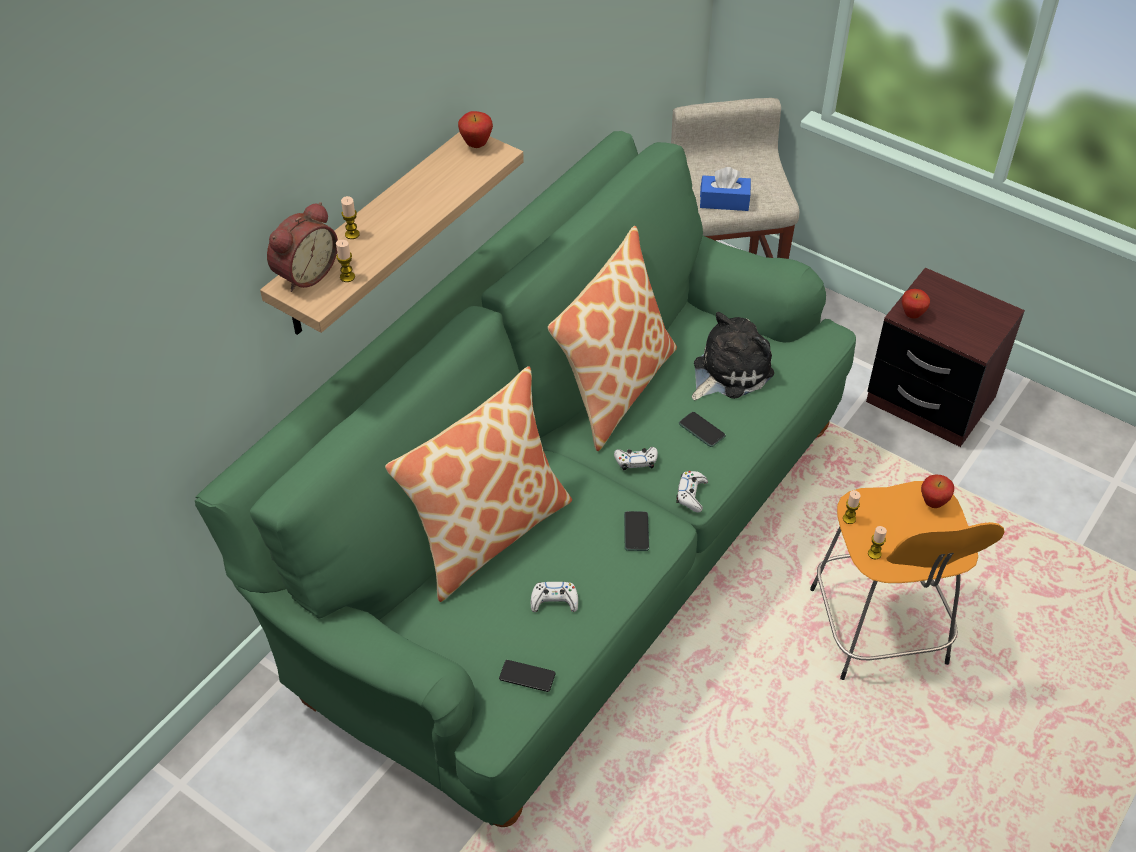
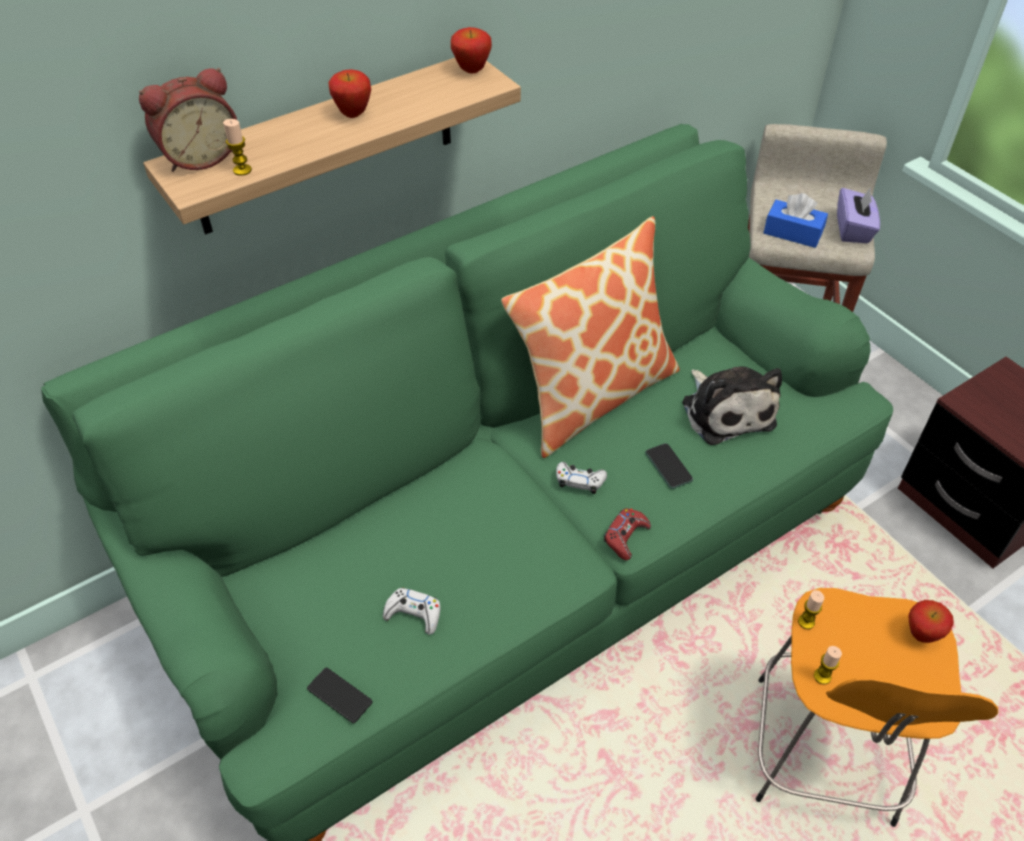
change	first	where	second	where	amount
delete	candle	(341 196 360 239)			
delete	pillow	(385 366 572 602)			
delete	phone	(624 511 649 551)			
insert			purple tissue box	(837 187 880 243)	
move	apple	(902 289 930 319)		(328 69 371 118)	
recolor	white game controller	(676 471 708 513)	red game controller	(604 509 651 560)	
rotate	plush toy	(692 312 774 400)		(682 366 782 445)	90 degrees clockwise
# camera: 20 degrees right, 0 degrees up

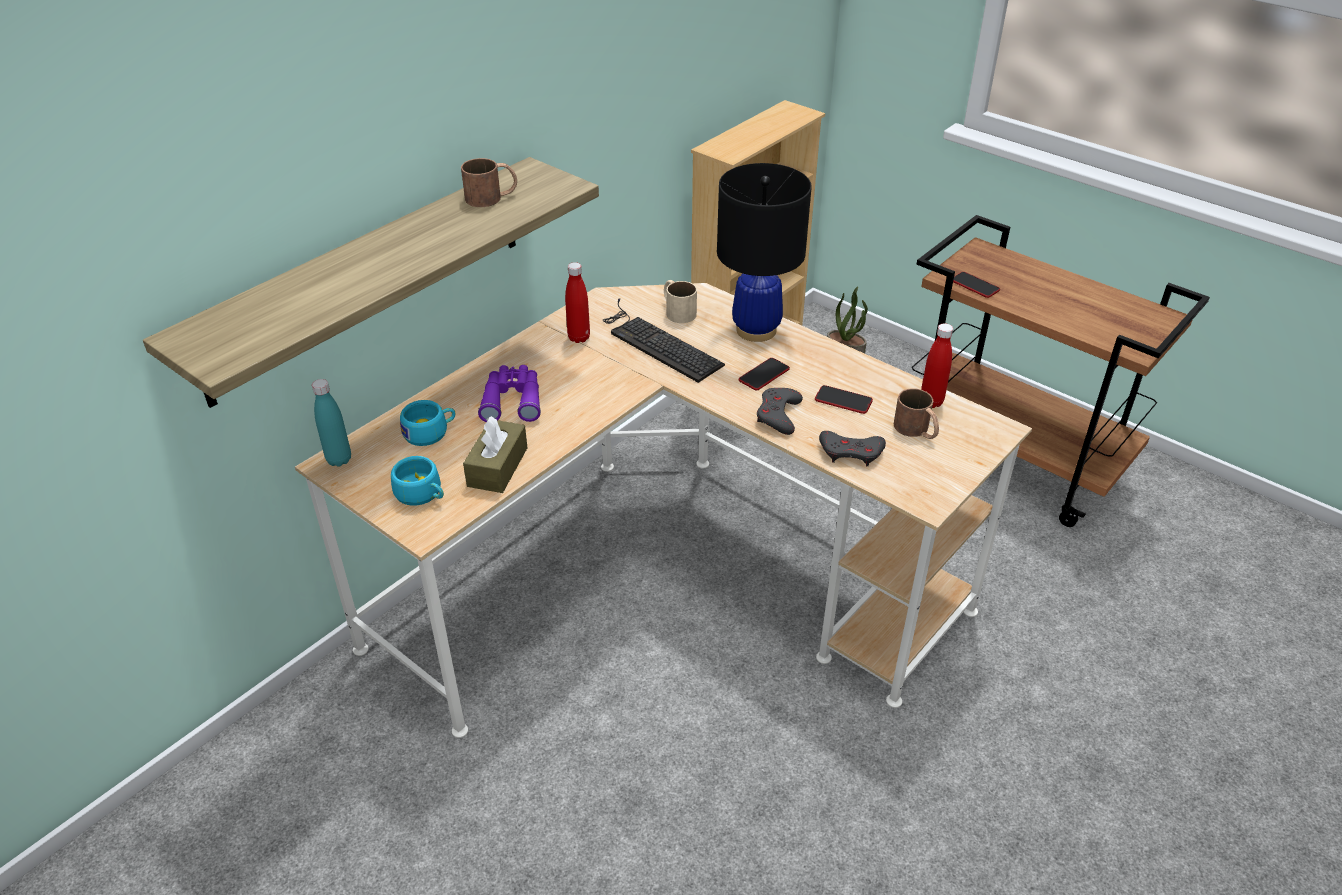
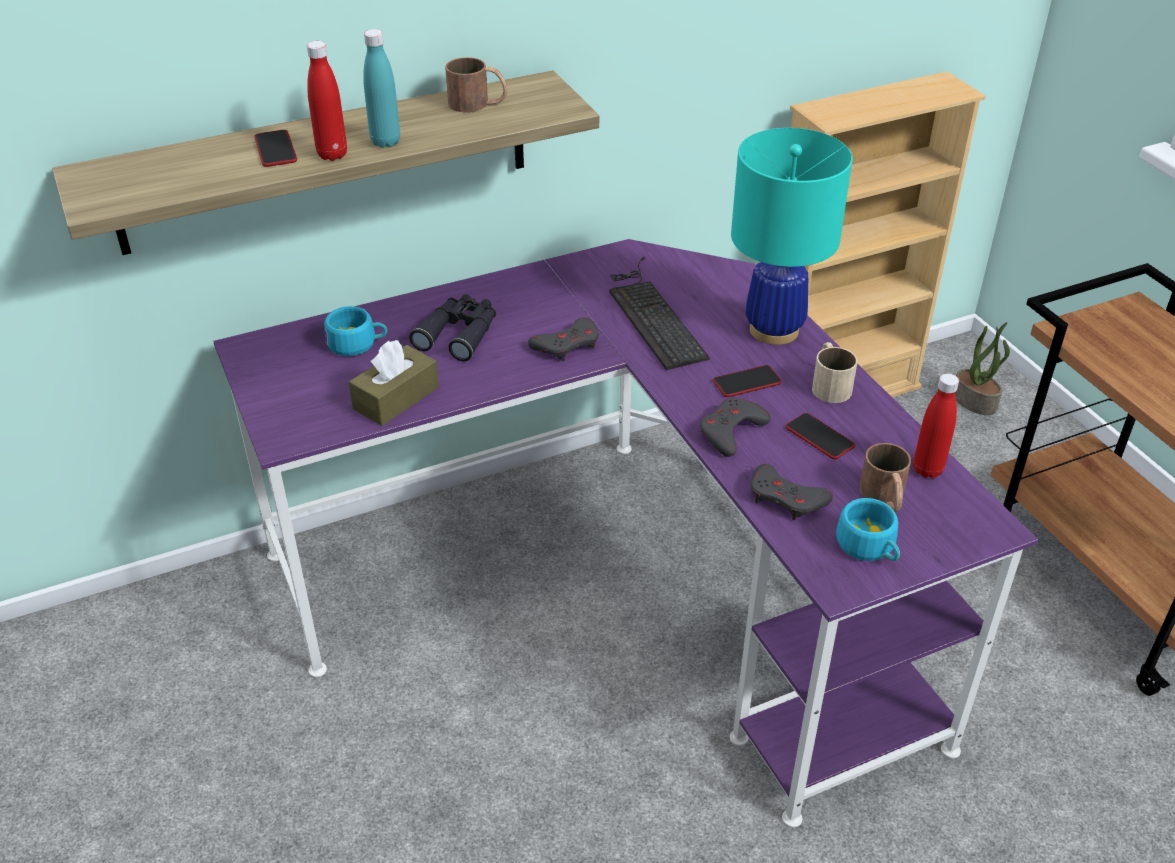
change	first	where	second	where	amount
insert			grey game controller	(528 317 599 361)	
move	turquoise bottle	(312 379 351 467)		(363 29 400 148)	
move	turquoise cup	(391 456 444 506)		(836 498 900 561)	
move	red bottle	(565 262 590 343)		(307 41 347 161)	
move	beige mug	(664 280 697 323)		(812 342 857 403)	
move	phone	(953 272 1000 298)		(254 130 297 167)	
recolor	beige desk	(295 283 1032 738)	purple desk	(213 239 1038 828)	
recolor	purple binoculars	(478 365 541 422)	black binoculars	(409 294 496 361)	
recolor	black table lamp	(717 163 812 342)	turquoise table lamp	(731 128 853 345)	
# camera: 25 degrees right, 0 degrees up

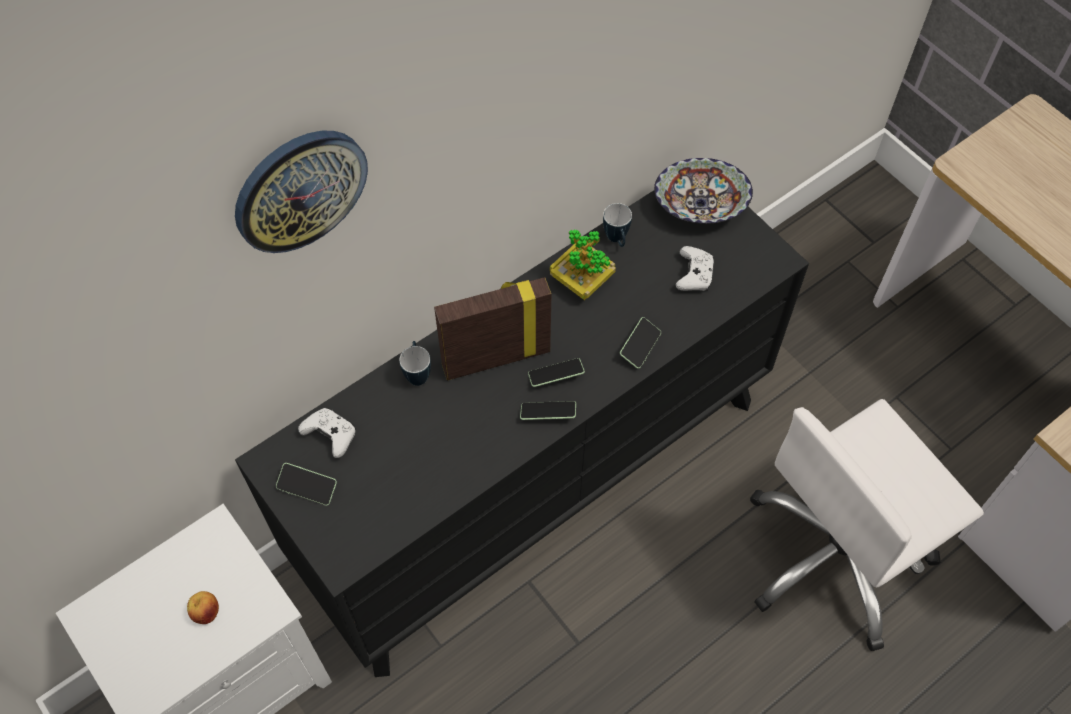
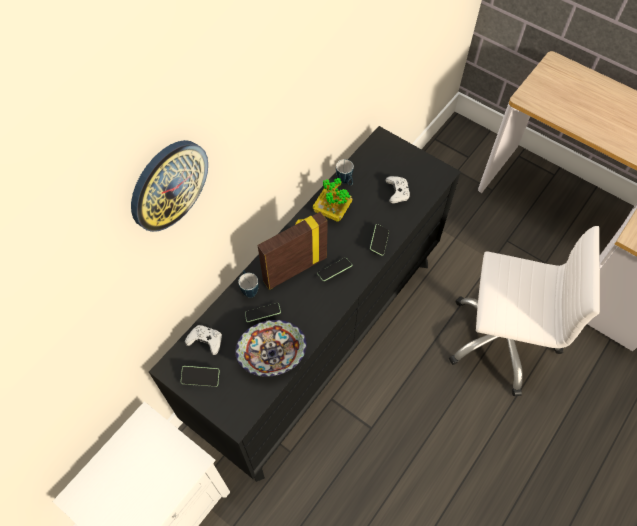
change	first	where	second	where	amount
delete	apple	(187 591 219 624)			
move	phone	(520 401 576 420)		(245 303 281 322)	
move	bowl	(654 158 753 224)		(235 320 307 377)	
rotate	white office chair	(750 399 984 651)		(449 226 600 396)	120 degrees counterclockwise
# camera: 15 degrees left, 0 degrees up

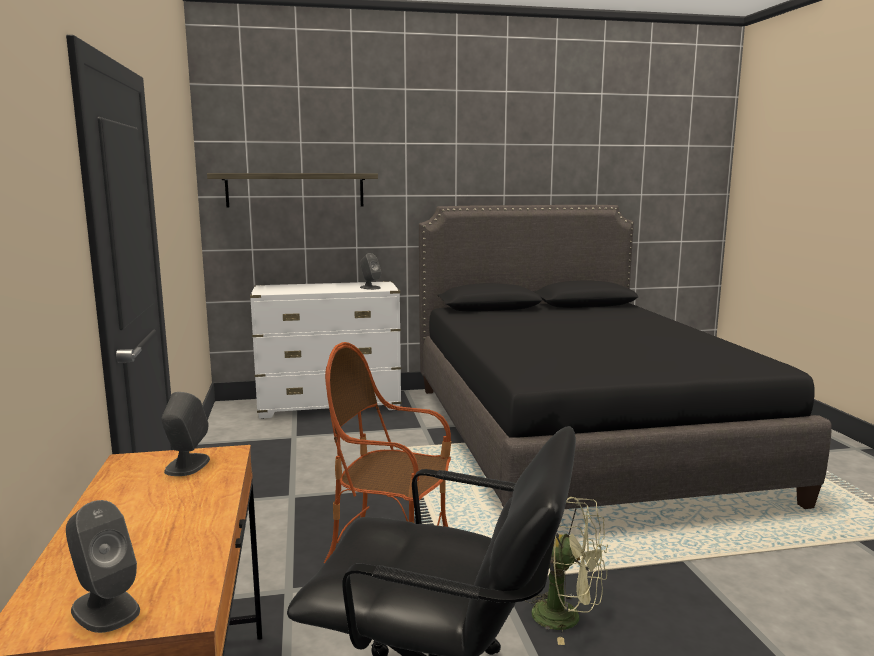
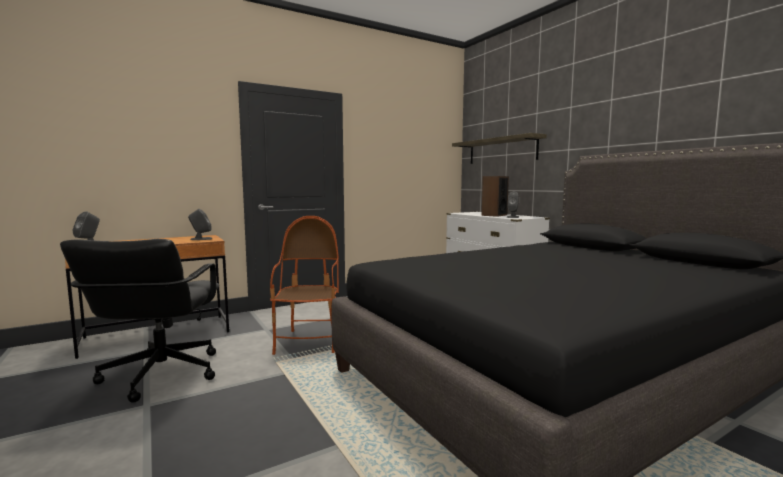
change	first	where	second	where	amount
delete	green fan	(525 497 608 645)			
insert			speaker	(482 176 509 217)	
# camera: 70 degrees right, 5 degrees down

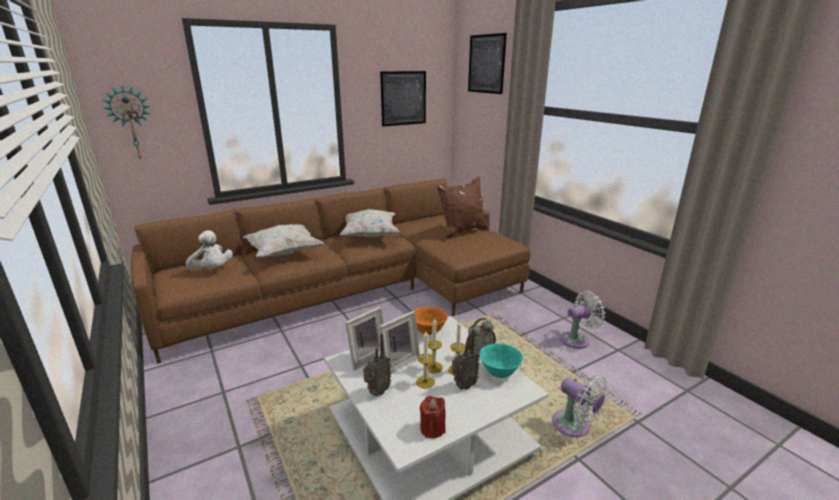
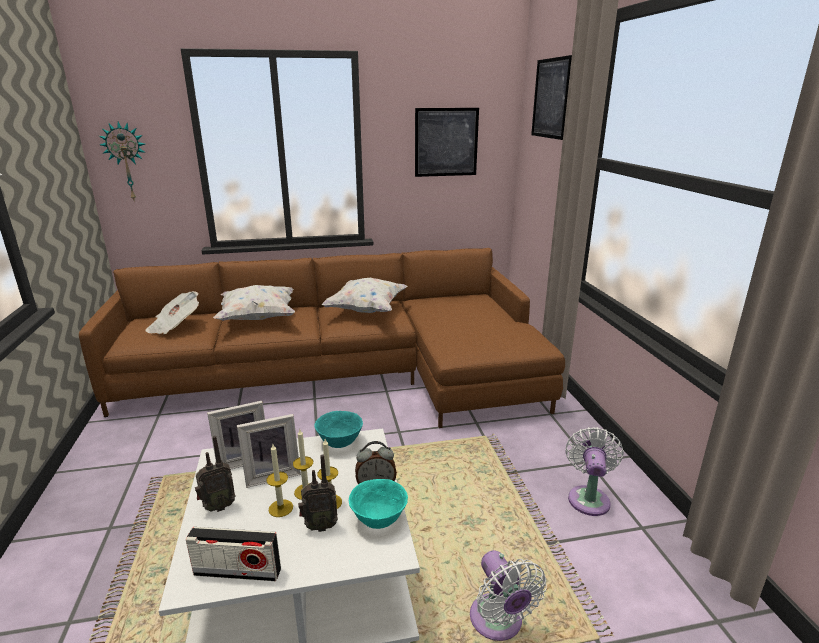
change	first	where	second	where	amount
delete	brown pillow	(436 176 489 239)			
replace	white plush toy	(186 230 233 270)	newspaper	(146 291 199 334)	
replace	red candle	(420 396 446 438)	radio	(186 527 281 581)	
recolor	orange bowl	(414 307 448 335)	turquoise bowl	(314 411 363 448)	
rotate	white fan	(560 291 605 349)		(565 427 624 516)	75 degrees counterclockwise
# camera: 20 degrees right, 0 degrees up

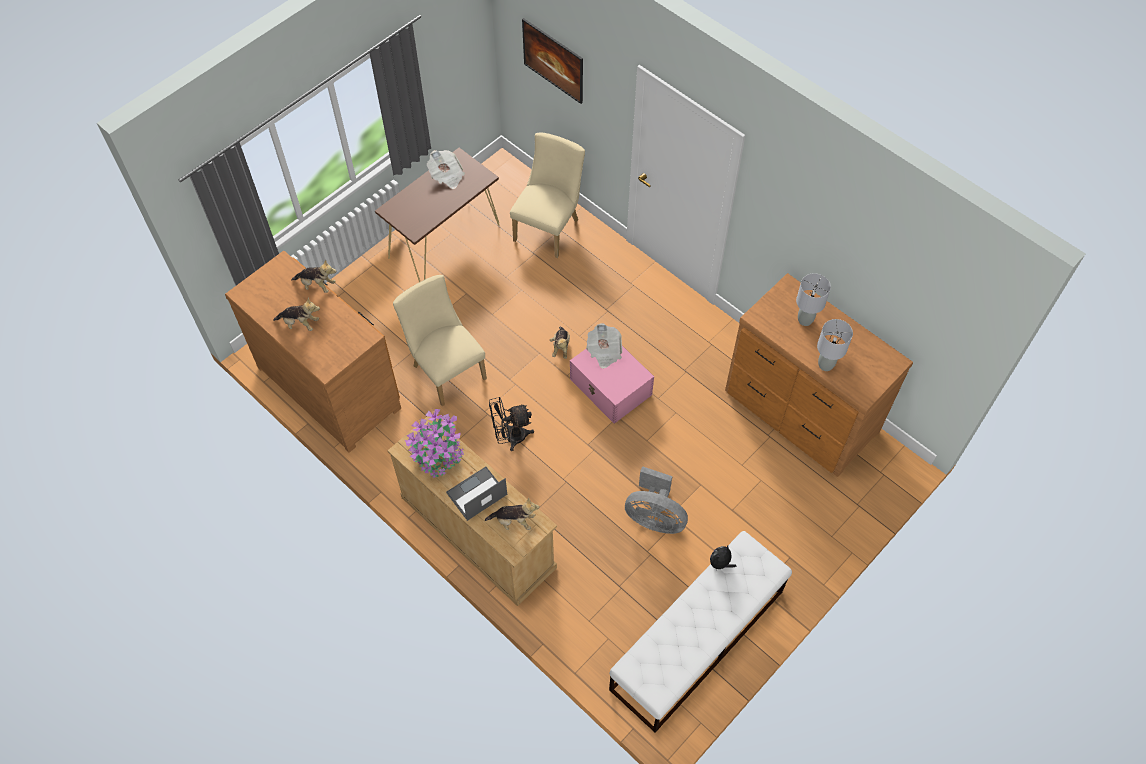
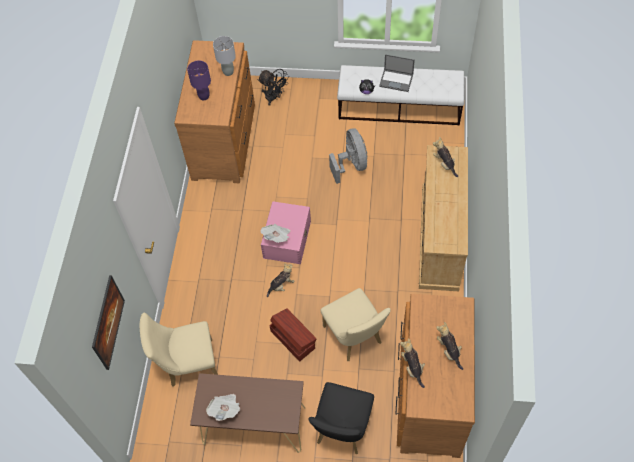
change	first	where	second	where	amount
delete	potted plant	(405 409 464 478)			
insert			brown storage box	(269 308 317 362)	
insert			black chair	(308 382 374 454)	
move	laptop	(446 467 507 521)		(379 55 415 92)	
move	black fan	(489 397 534 451)		(258 69 289 106)	
recolor	grey table lamp	(796 273 831 326)	purple table lamp	(187 61 211 100)	
rotate	beige chair	(393 275 487 406)		(320 288 391 361)	45 degrees counterclockwise
# camera: 125 degrees left, 0 degrees up

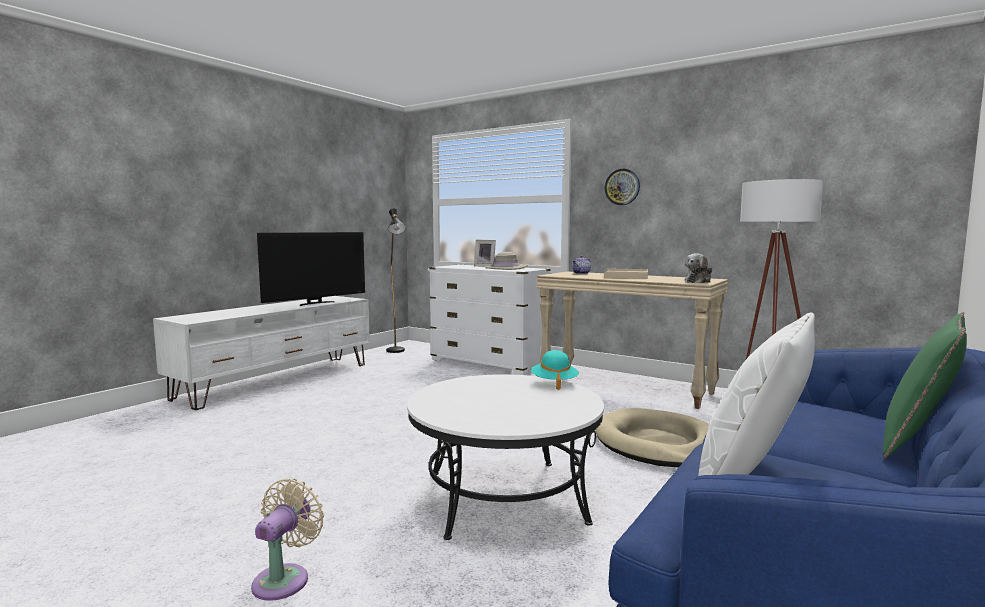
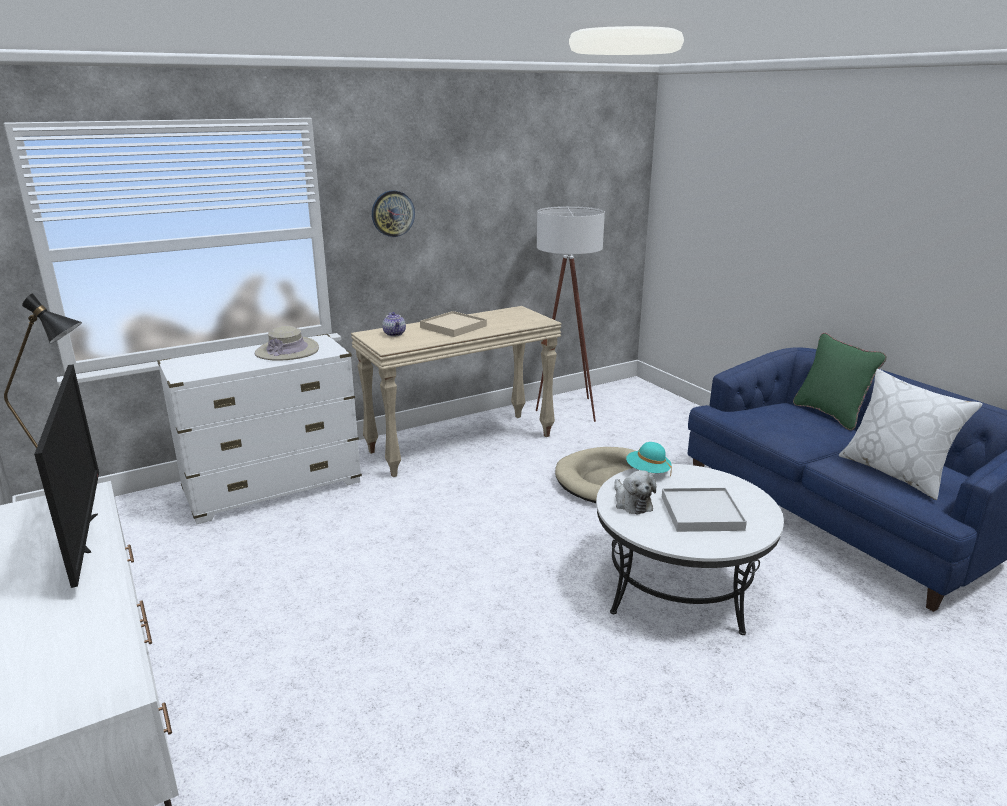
change	first	where	second	where	amount
delete	beige fan	(251 479 324 601)			
delete	picture frame	(474 240 496 267)			
insert			white tray	(662 488 747 532)	
move	plush toy	(684 253 712 283)		(614 470 656 515)	
# camera: 65 degrees left, 15 degrees up

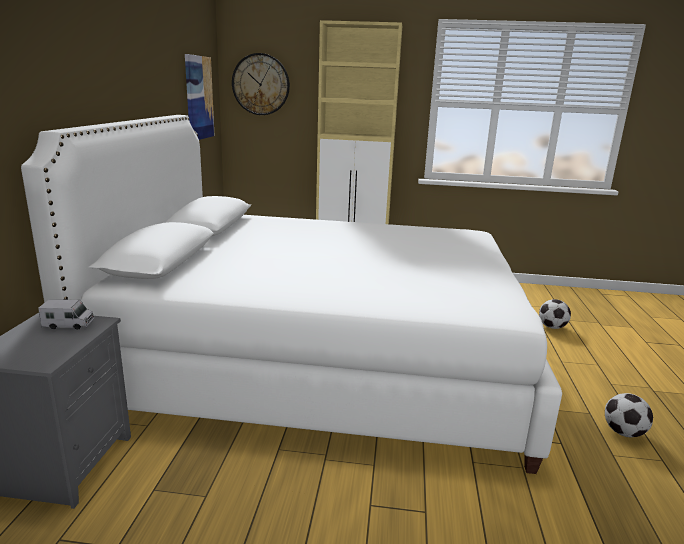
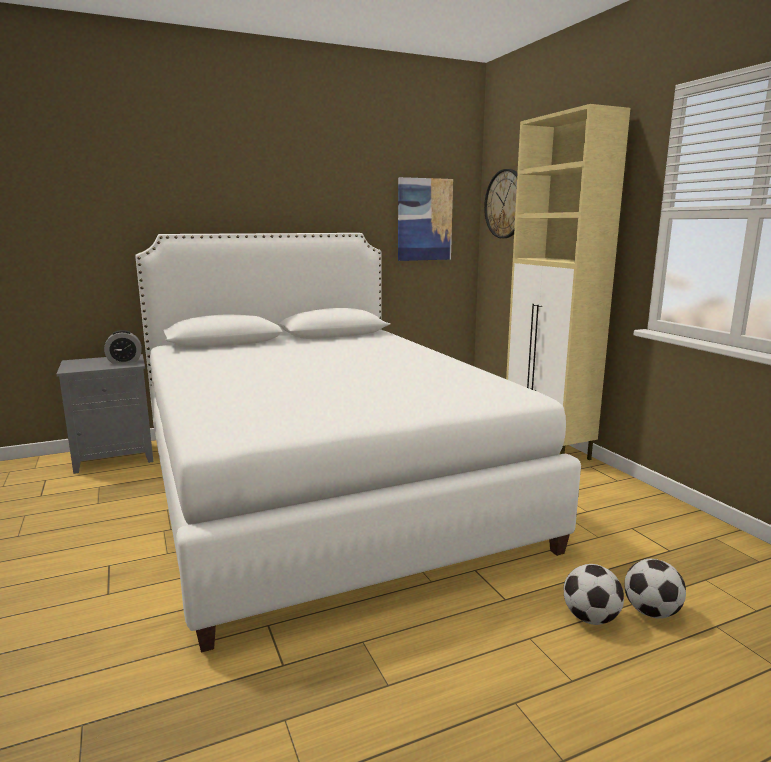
change	first	where	second	where	amount
move	football	(605 393 653 437)		(564 564 624 625)	
replace	toy truck	(38 299 94 330)	alarm clock	(104 330 142 364)	
# camera: 60 degrees right, 5 degrees down

